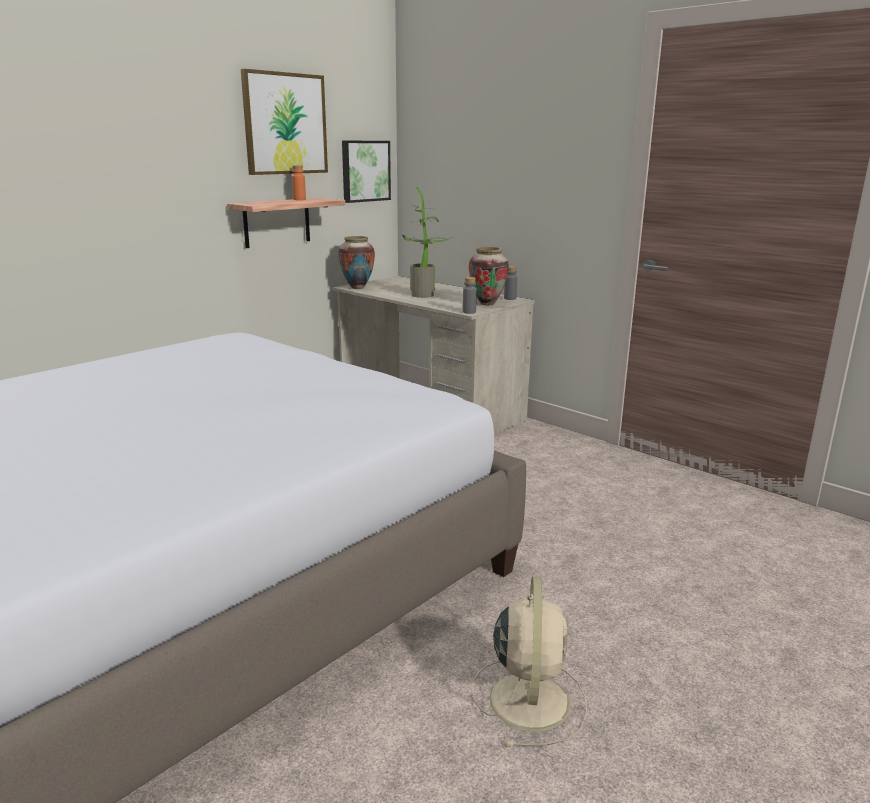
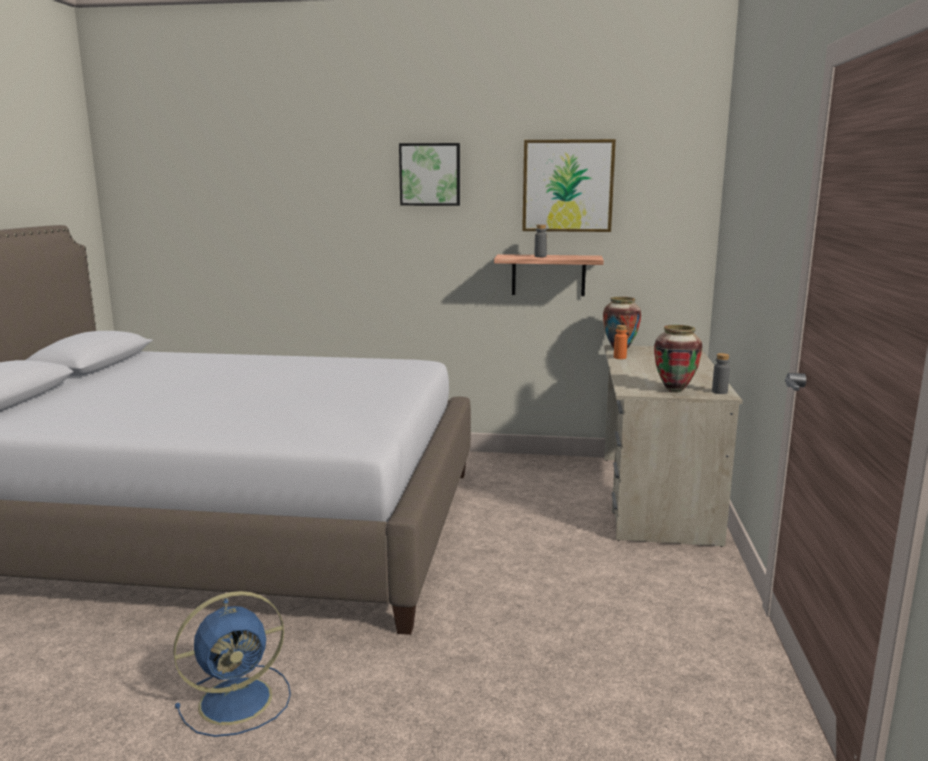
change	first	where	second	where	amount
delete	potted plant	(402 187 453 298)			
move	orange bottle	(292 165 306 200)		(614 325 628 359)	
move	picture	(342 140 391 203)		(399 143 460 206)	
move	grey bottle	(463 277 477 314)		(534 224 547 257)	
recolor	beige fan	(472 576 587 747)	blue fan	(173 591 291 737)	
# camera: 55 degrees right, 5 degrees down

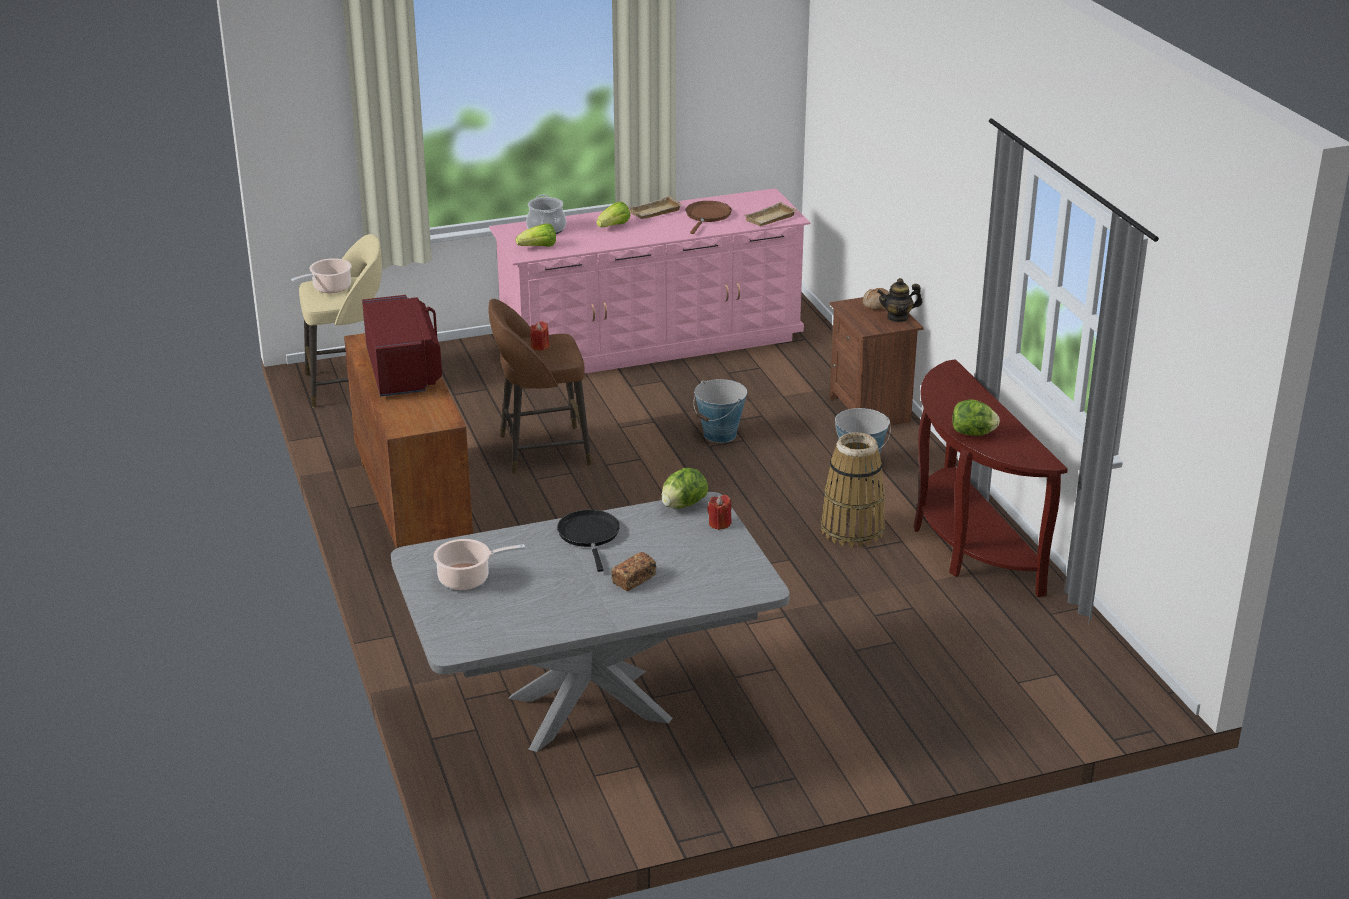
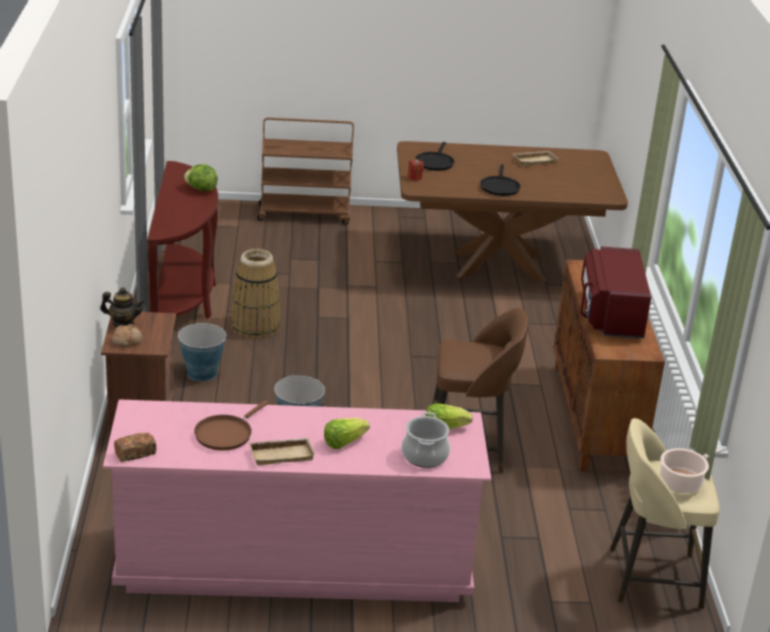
change	first	where	second	where	amount
delete	cooking pot	(434 539 525 590)			
delete	red candle	(530 321 549 351)			
delete	lettuce	(661 468 708 509)			
insert			brown cart	(257 118 354 225)	
insert			black frying pan	(415 142 455 171)	
move	bread	(612 552 657 591)		(114 433 156 462)	
move	beige tray	(745 202 797 226)		(513 151 559 166)	
recolor	grey dining table	(391 492 790 752)	brown dining table	(397 141 628 282)	
# camera: 165 degrees left, 0 degrees up

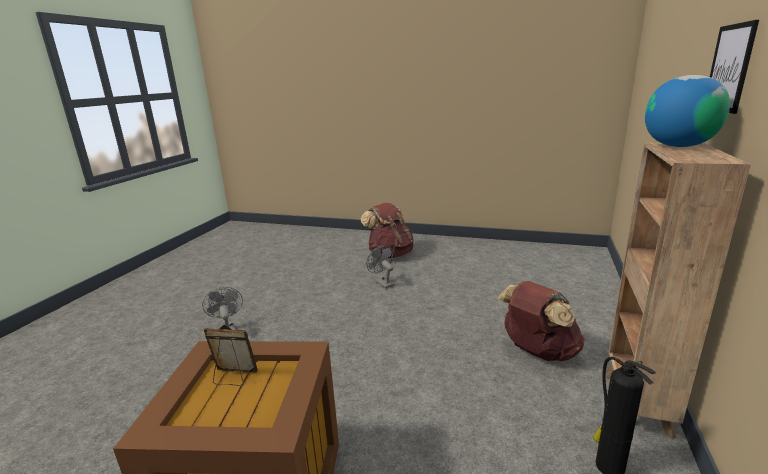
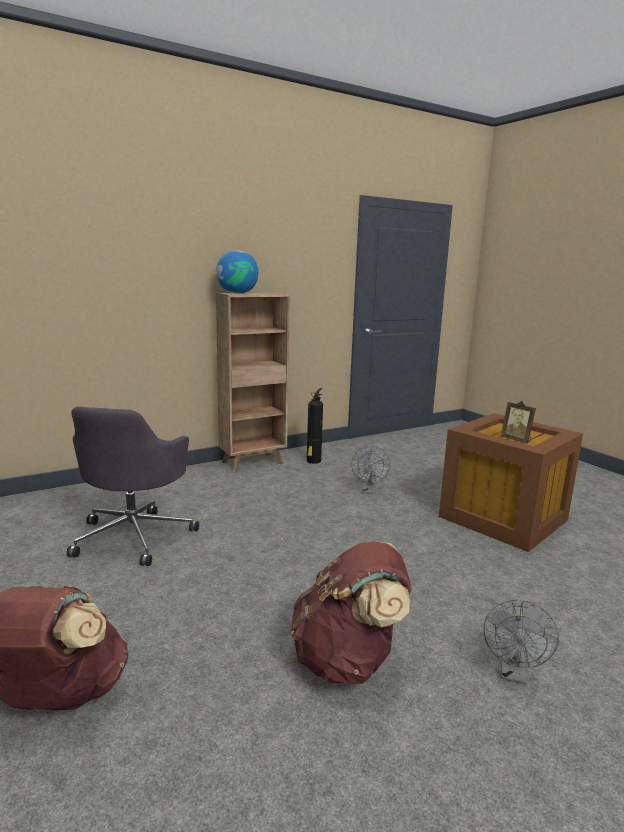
change	first	where	second	where	amount
delete	picture	(710 20 759 114)			
insert			grey office chair	(67 406 199 566)	
move	grey fan	(366 245 395 289)		(351 446 390 494)	
move	brown backpack	(497 281 585 361)		(291 541 412 684)	
# camera: 140 degrees left, 5 degrees down

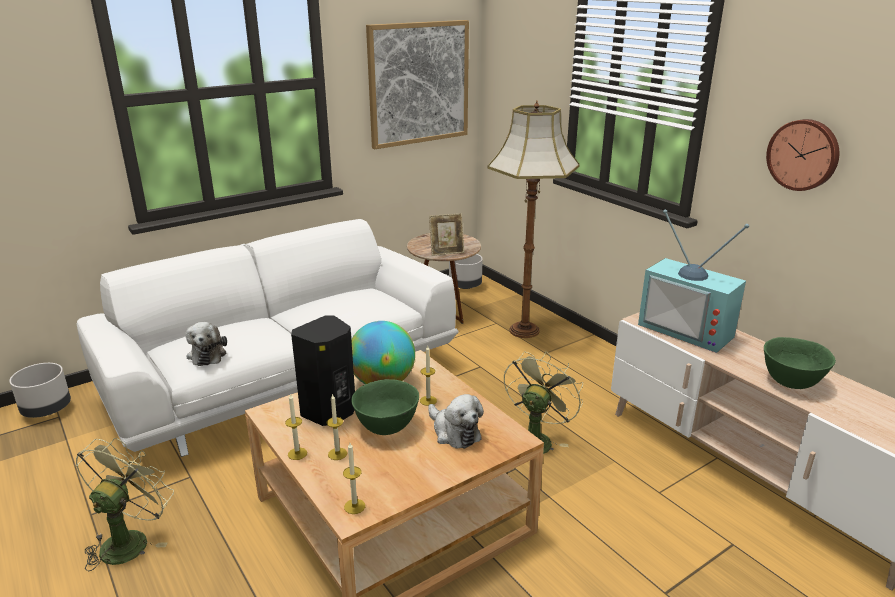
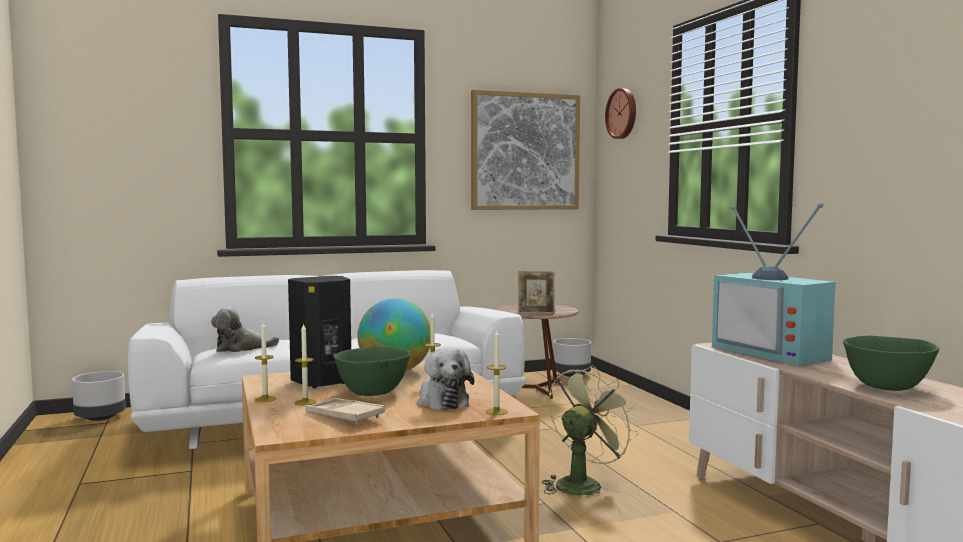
change	first	where	second	where	amount
delete	green fan	(76 438 174 571)			
delete	floor lamp	(488 101 580 338)			
insert			beige tray	(305 398 385 424)	
move	candle	(343 443 365 514)		(485 330 508 415)	
move	wall clock	(766 119 839 191)		(605 88 636 139)	
rotate	plush toy	(186 322 227 366)		(211 307 279 352)	75 degrees clockwise
# camera: 15 degrees right, 20 degrees down

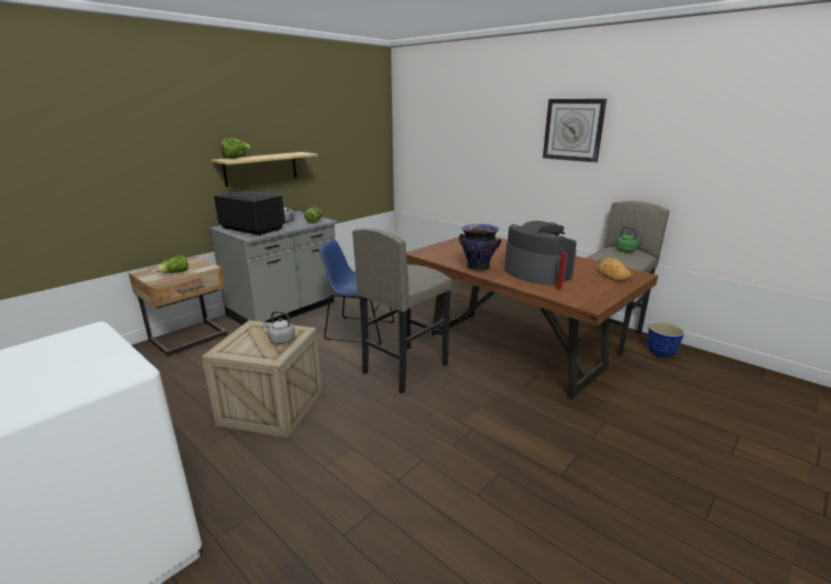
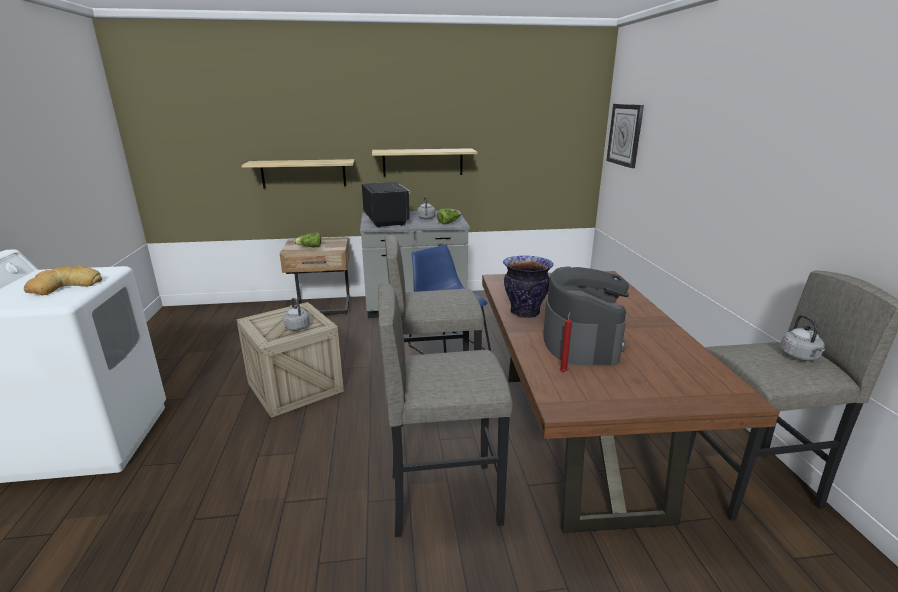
change	first	where	second	where	amount
delete	lettuce	(221 138 251 159)			
delete	planter	(647 322 684 358)			
insert			shelf	(241 159 354 188)	
insert			grey stool	(378 283 513 537)	
move	wall clock	(543 99 607 163)		(606 104 644 168)	
move	bread	(598 258 632 281)		(24 266 102 295)	
recolor	green kettle	(616 227 644 252)	grey kettle	(780 315 825 361)	
# camera: 40 degrees right, 0 degrees up

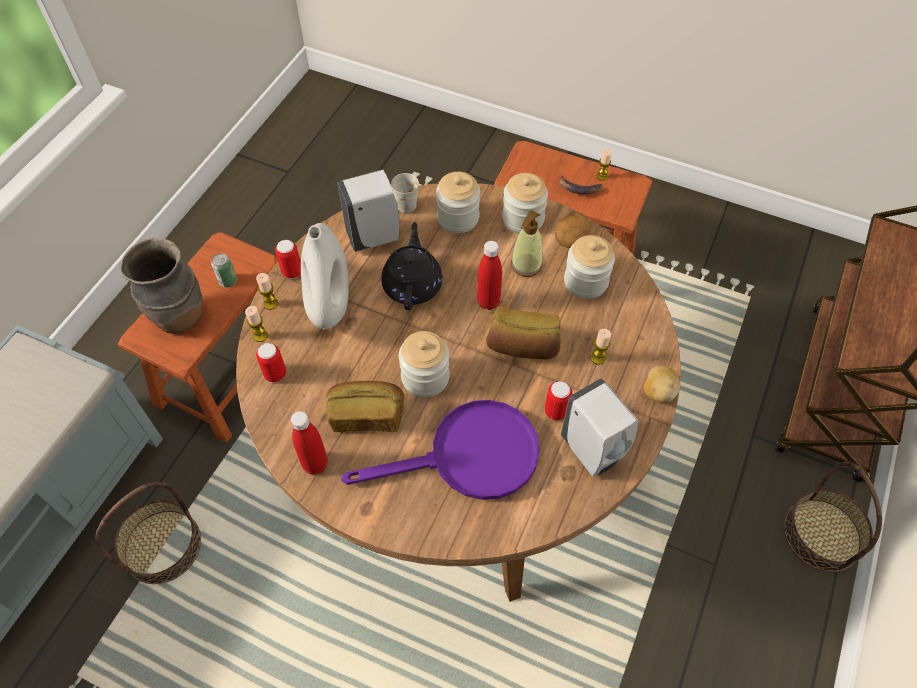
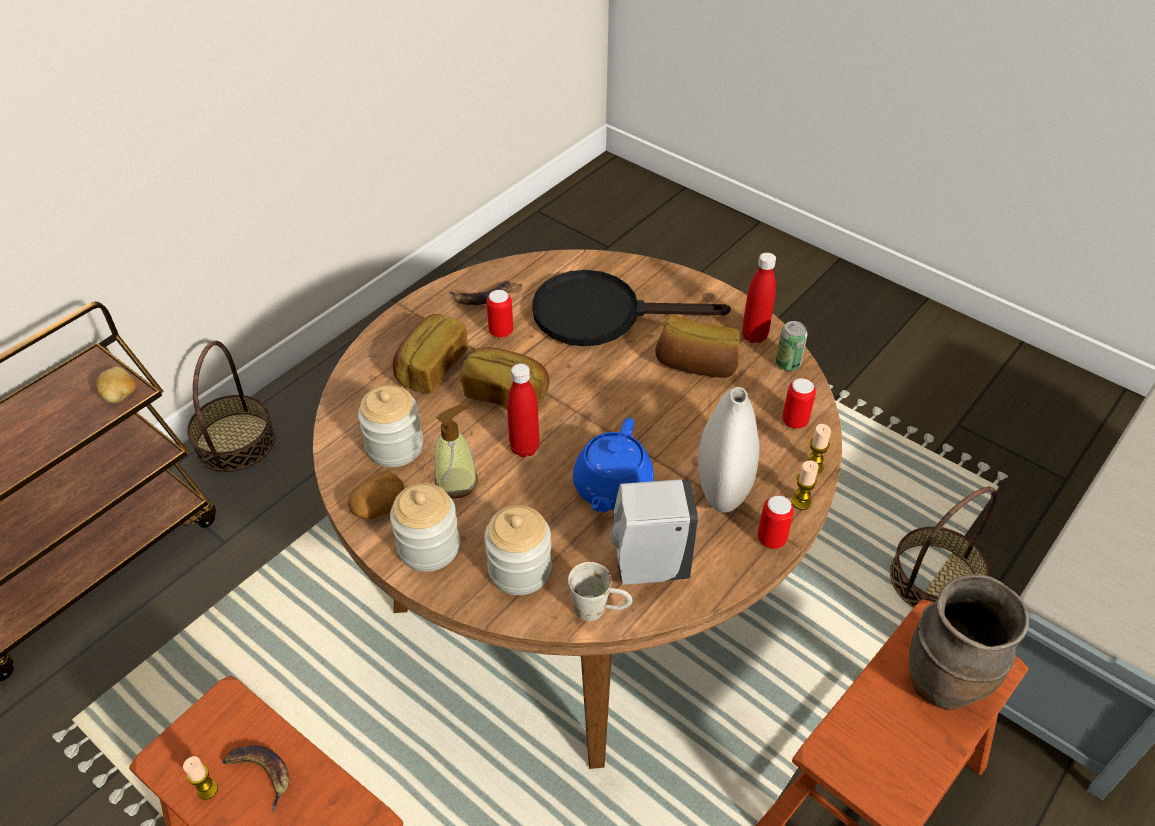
change	first	where	second	where	amount
delete	jar	(399 331 450 398)			
move	can	(211 253 237 287)		(775 321 807 371)	
move	potato	(644 366 680 403)		(96 367 136 403)	
replace	white soap dispenser	(561 378 639 477)	banana	(449 280 512 305)	
replace	candle	(591 329 611 365)	bread	(393 314 468 393)	
recolor	purple frying pan	(341 400 540 500)	black frying pan	(532 270 731 346)	
recolor	black teapot	(381 222 443 310)	blue teapot	(573 418 654 512)	
# camera: 165 degrees left, 10 degrees down

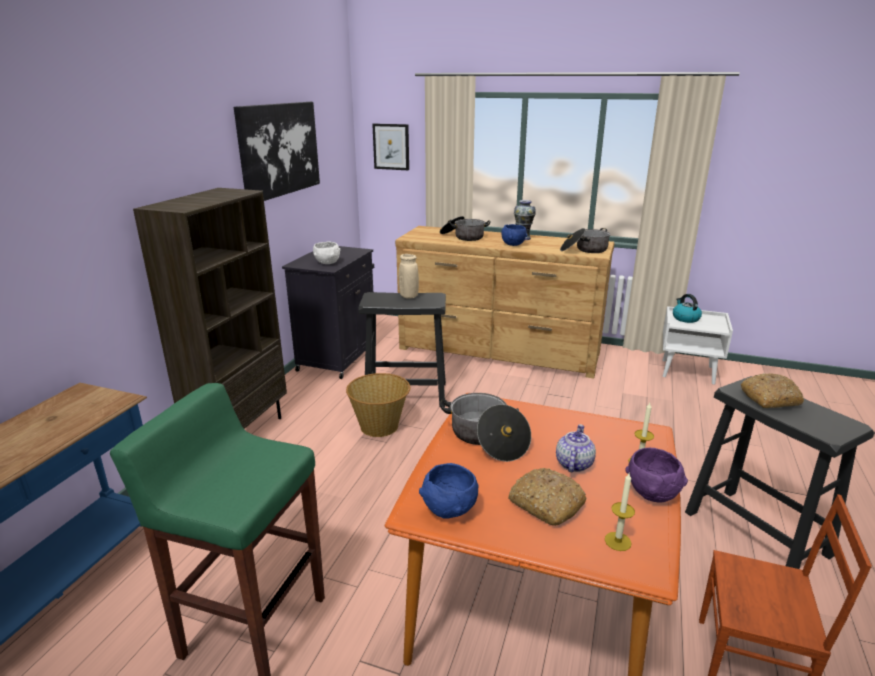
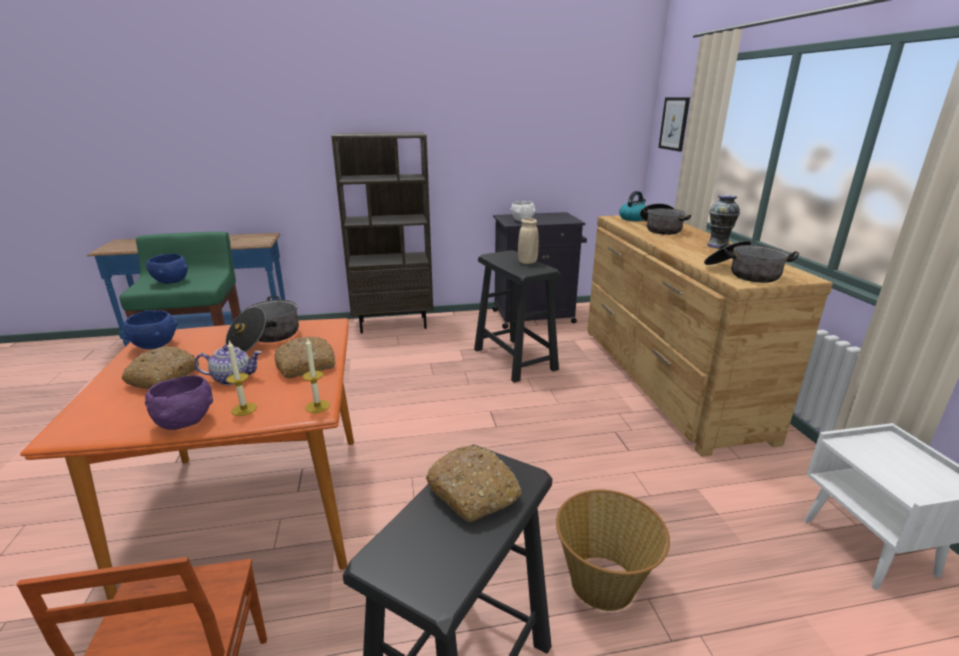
change	first	where	second	where	amount
delete	picture	(234 102 320 201)			
insert			bread	(274 337 336 378)	
move	basket	(346 373 410 437)		(556 489 670 611)	
move	blue bowl	(501 224 527 246)		(146 253 188 284)	
move	candle	(605 473 635 551)		(302 337 330 413)	
move	kettle	(673 294 702 323)		(619 191 646 221)	
# camera: 60 degrees right, 0 degrees up

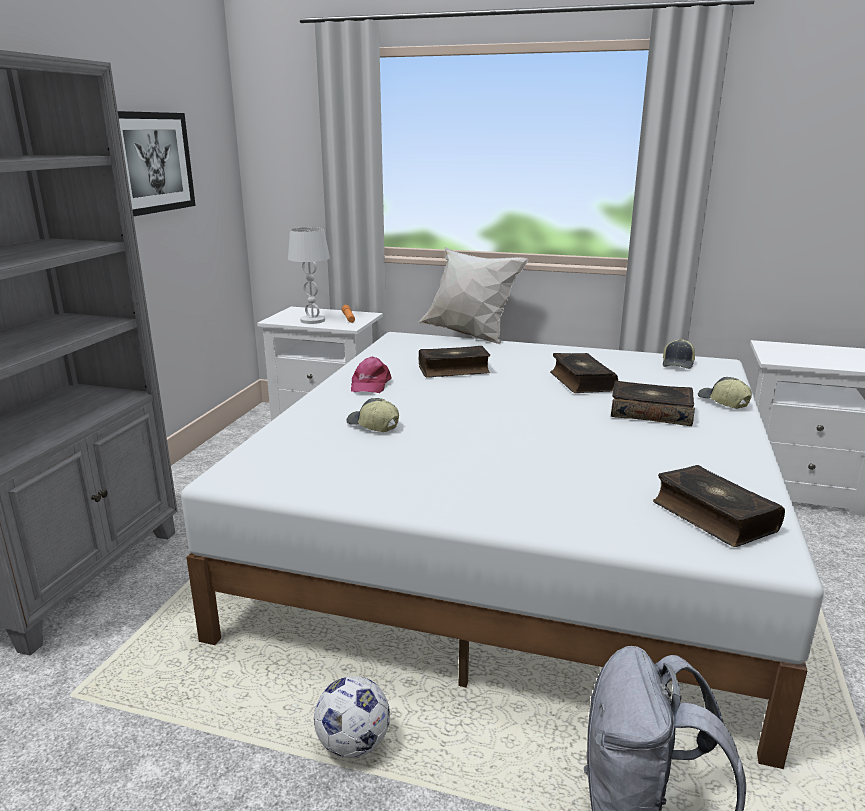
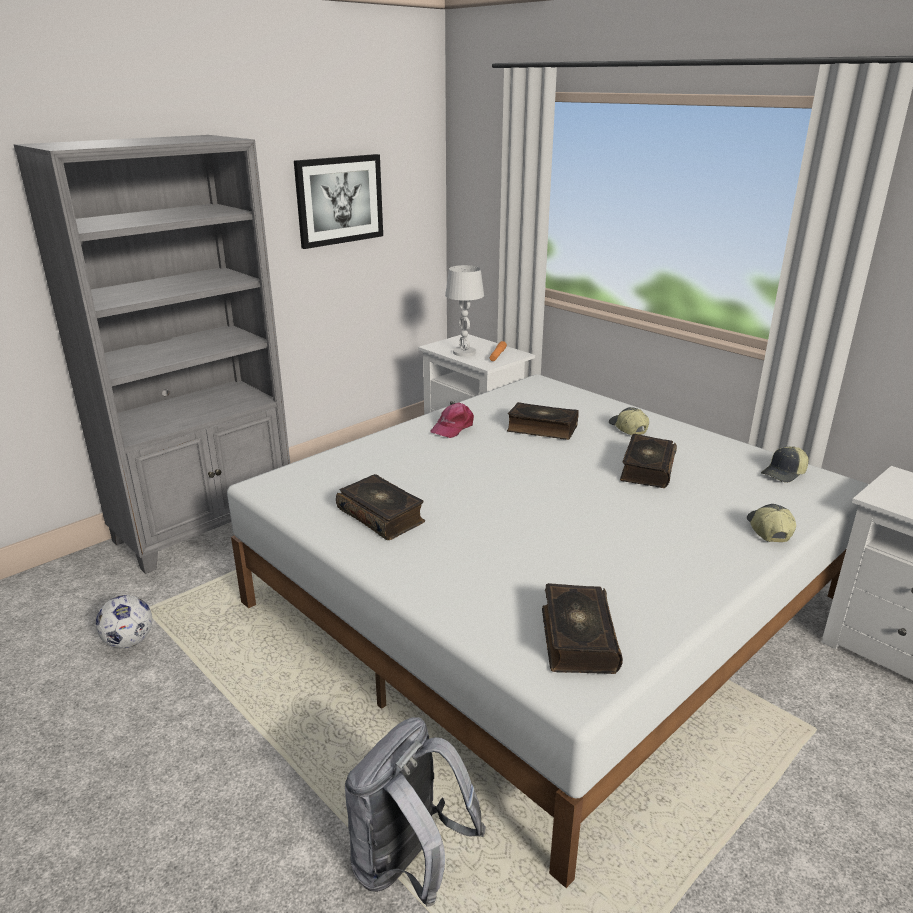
change	first	where	second	where	amount
delete	white pillow	(418 247 529 344)			
move	football	(314 676 390 758)		(96 595 152 648)	
move	cap	(346 398 399 432)		(609 407 649 435)	
move	book	(611 381 695 426)		(336 474 425 540)	
# camera: 30 degrees right, 5 degrees up

